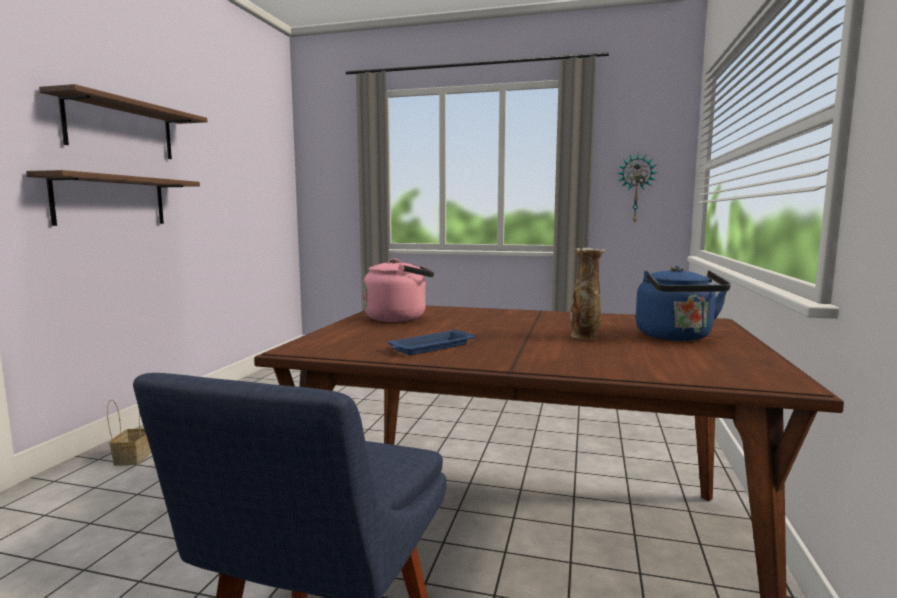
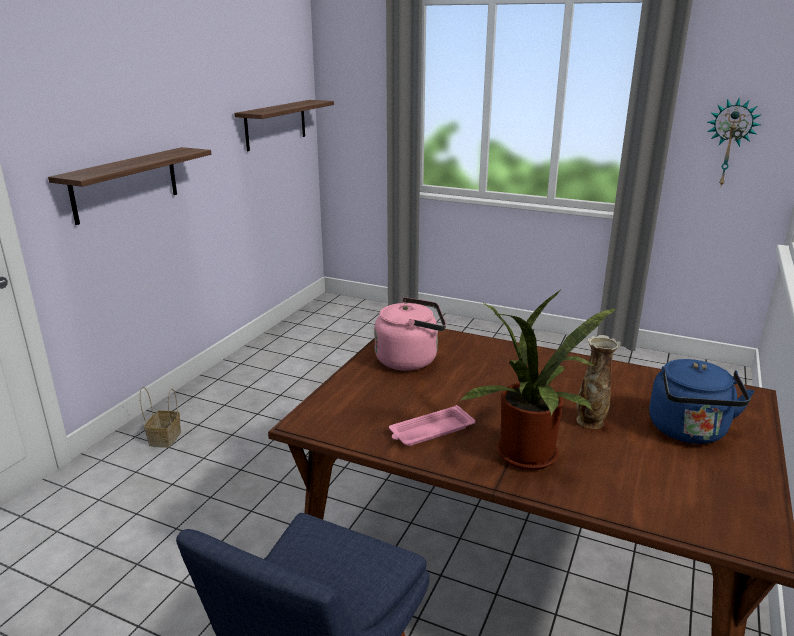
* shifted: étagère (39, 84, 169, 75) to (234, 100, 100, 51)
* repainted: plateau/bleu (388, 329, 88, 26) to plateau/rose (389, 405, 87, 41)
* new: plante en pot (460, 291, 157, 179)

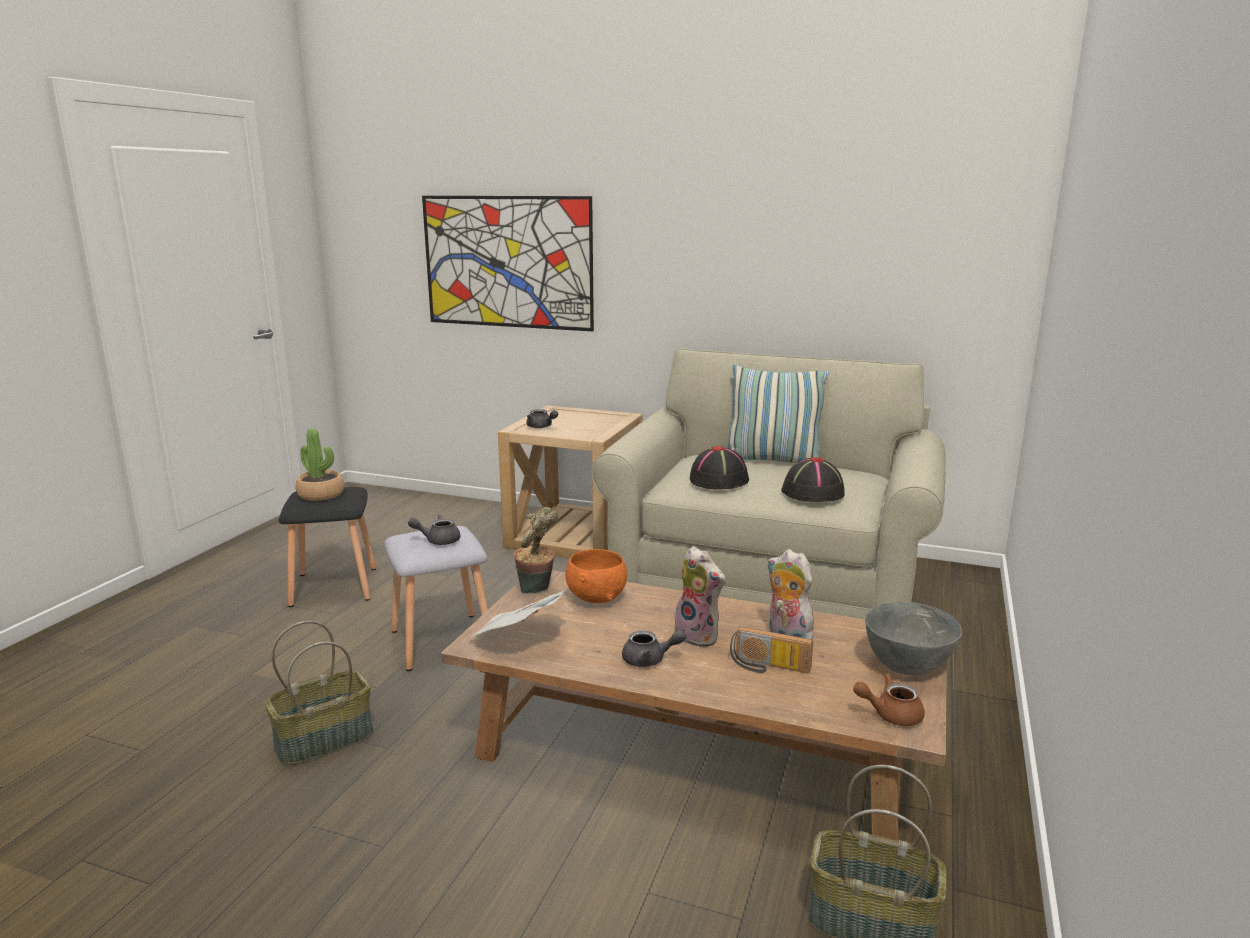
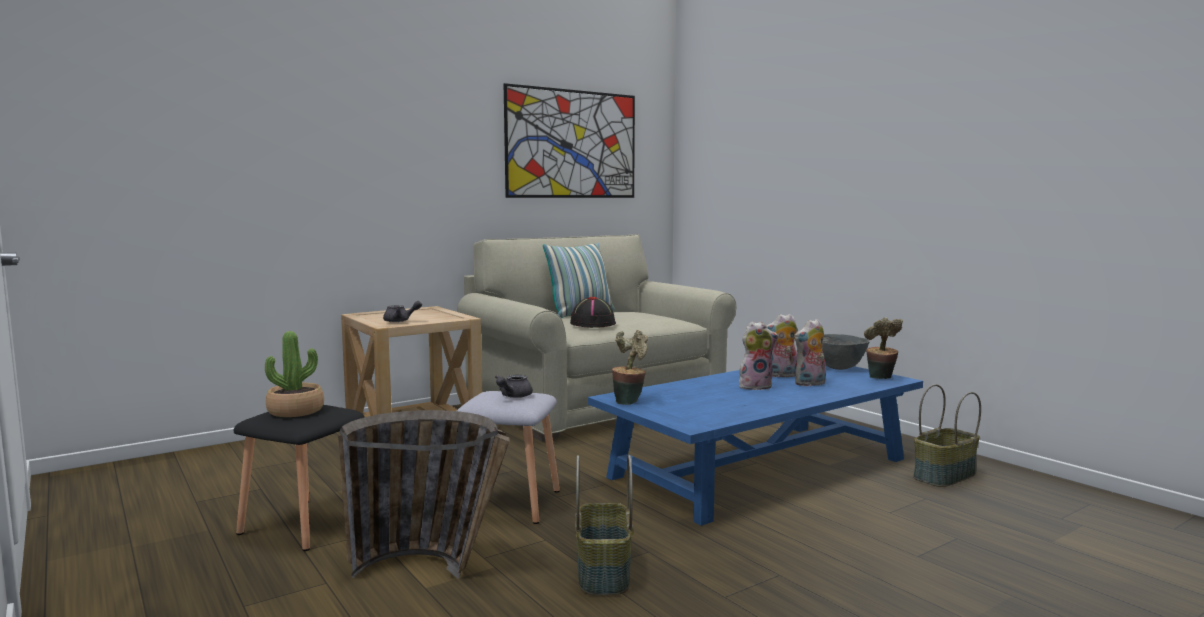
* shifted: tableau (422, 196, 172, 135) to (504, 83, 131, 115)
* repainted: table basse/marron (441, 570, 506, 271) to table basse/bleu (588, 366, 335, 160)
* gone: journal (469, 589, 99, 48)
* gone: bol/orange (566, 549, 61, 54)
* gone: théière/gris (622, 630, 64, 37)
* swapped: radio (730, 626, 83, 48) to peluche (794, 319, 32, 67)
* gone: chapeau/noir (781, 457, 64, 45)
* swapped: théière/marron (853, 674, 72, 52) to plante en pot (864, 317, 39, 62)
* new: panier (338, 410, 171, 169)

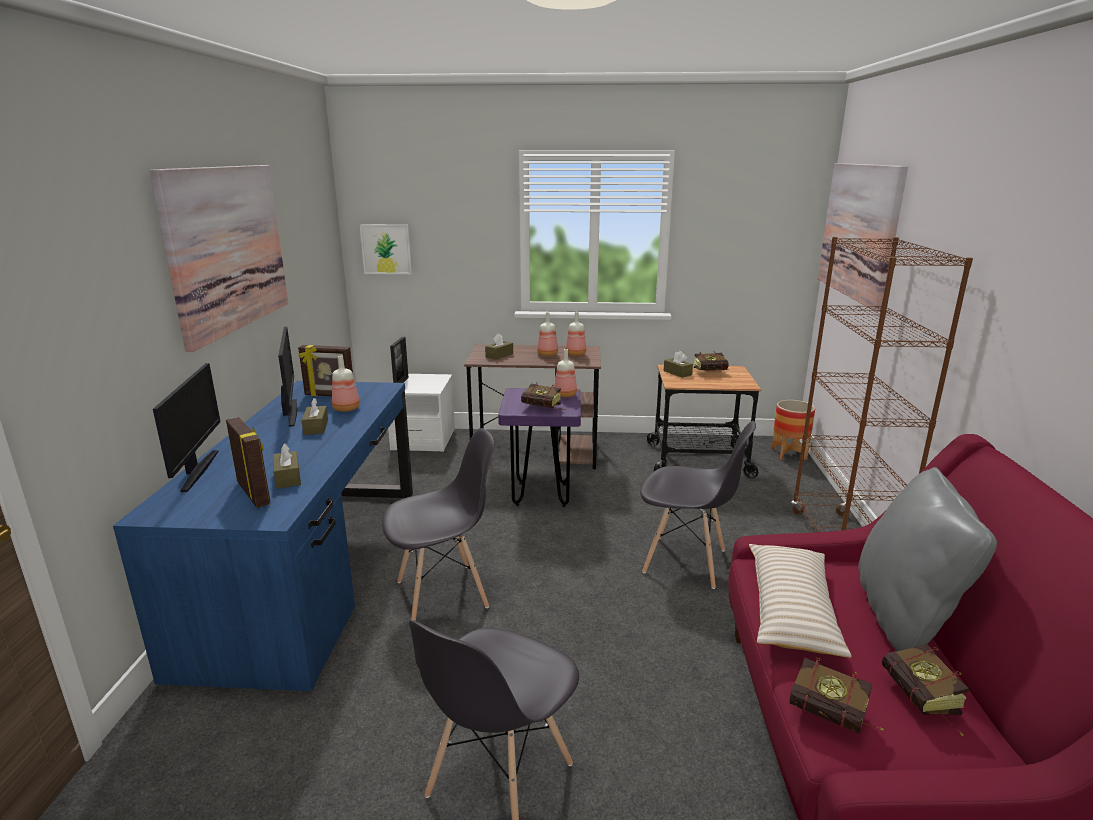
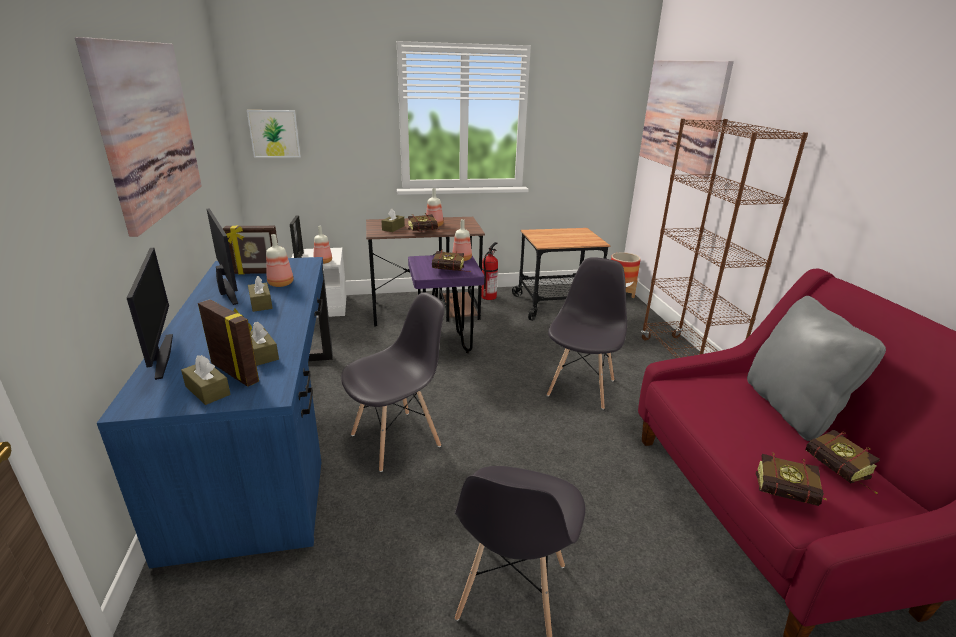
* shifted: bouteille (565, 312, 21, 44) to (313, 226, 19, 38)
* rotated: chaise/gris (640, 421, 116, 168) = (547, 257, 80, 153) 75 degrees counterclockwise
* shifted: boîte à mouchoirs/marron (664, 351, 29, 27) to (181, 355, 49, 50)
* shifted: livre (694, 351, 35, 20) to (408, 213, 32, 18)
* gone: coussin/beige (749, 544, 103, 114)
* new: extincteur (481, 242, 17, 58)

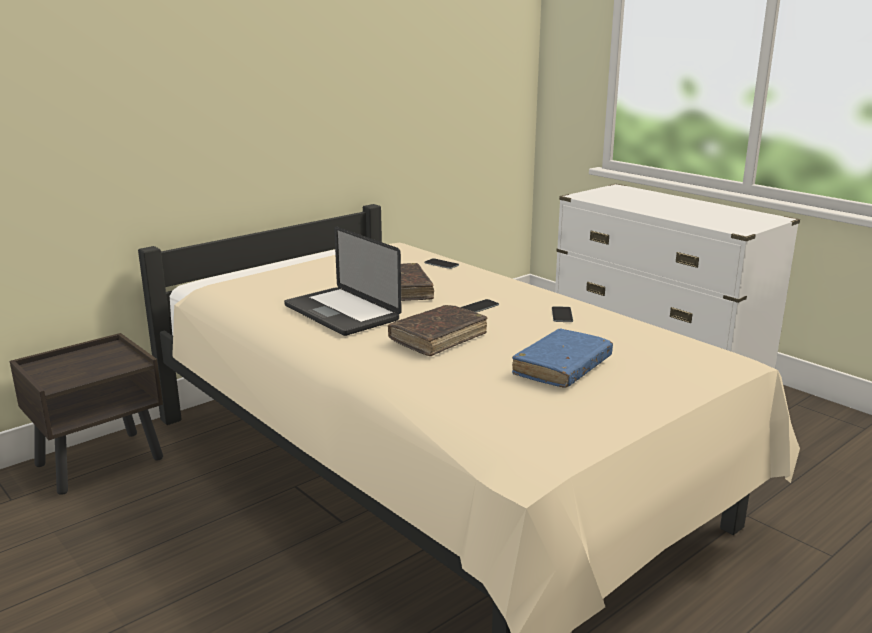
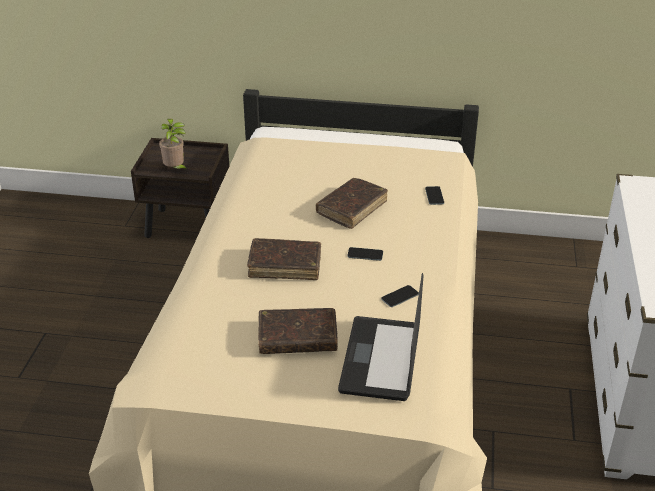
* shifted: ordinateur portable (284, 227, 118, 109) to (338, 273, 85, 128)
* repainted: livre/bleu (512, 329, 101, 58) to livre/marron (258, 308, 80, 46)
* new: plante en pot (159, 118, 29, 53)

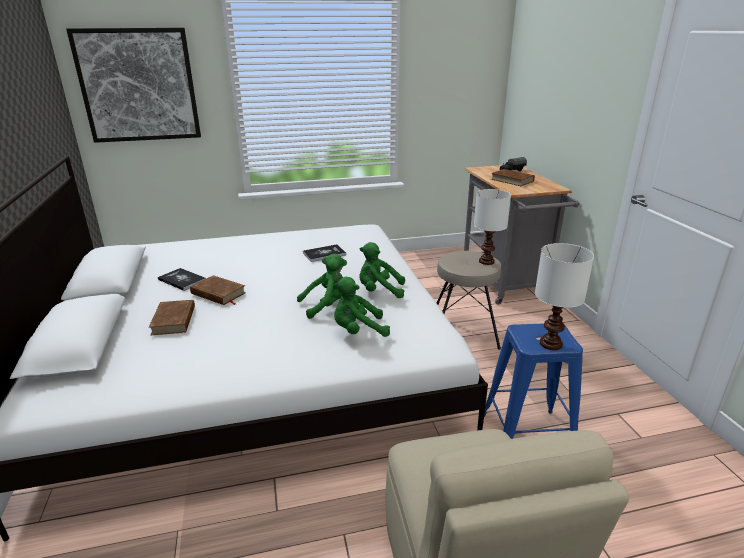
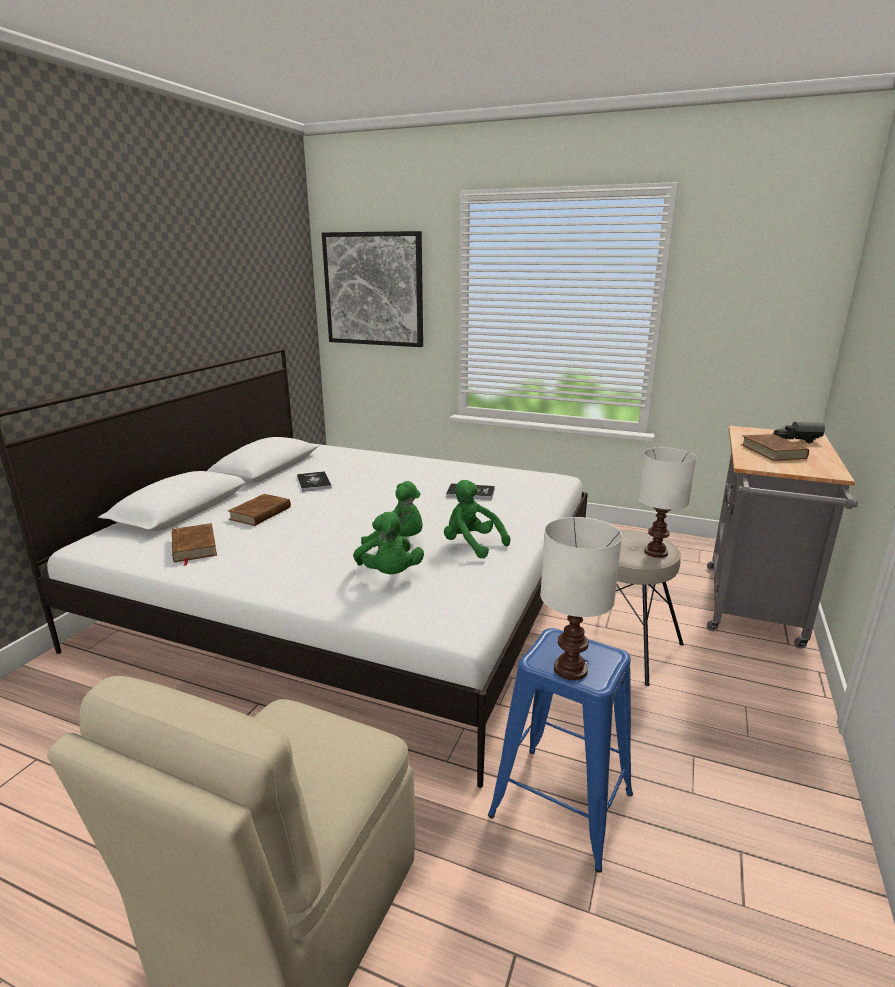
* shifted: livre/marron (190, 275, 56, 30) to (172, 523, 45, 43)
* rotated: peluche/vert (333, 277, 57, 60) = (353, 512, 71, 62) 135 degrees counterclockwise

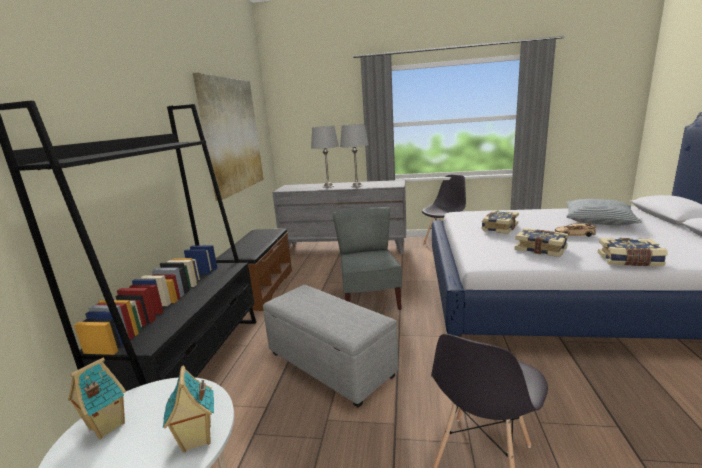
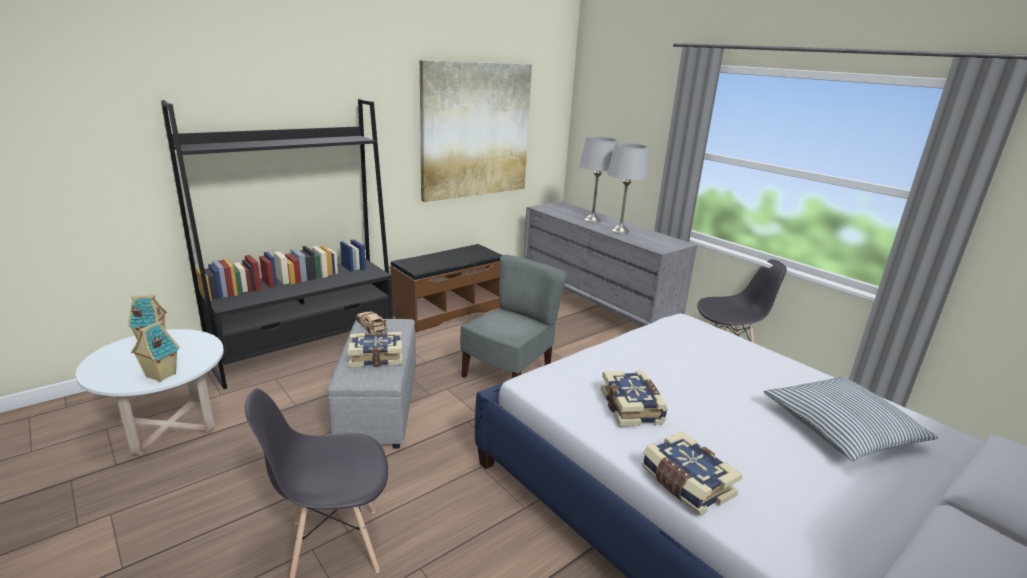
* shifted: livre (482, 210, 37, 24) to (348, 332, 55, 36)
* shifted: petite voiture/beige (555, 222, 42, 15) to (356, 311, 31, 22)

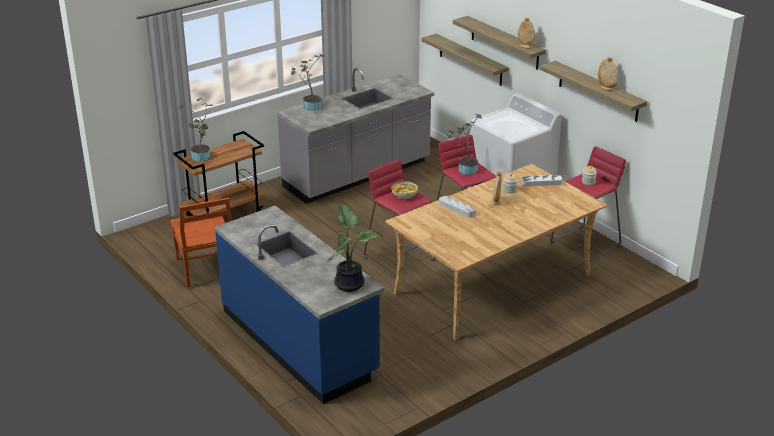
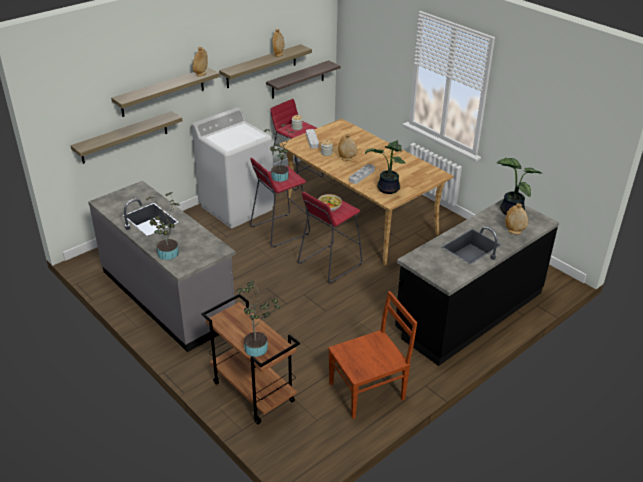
* repainted: comptoir de cuisine/bleu (214, 206, 170, 198) to comptoir de cuisine/noir (395, 199, 164, 167)
* new: étagère (266, 60, 75, 39)
* new: plante en pot (365, 140, 41, 54)
* new: vase/beige (505, 203, 23, 32)

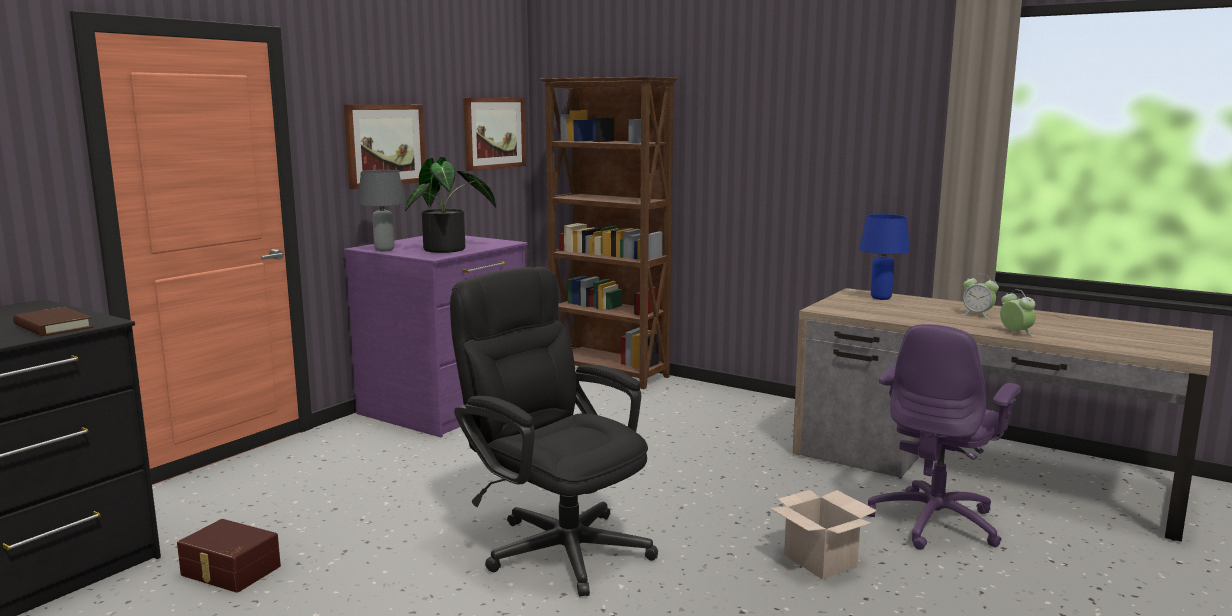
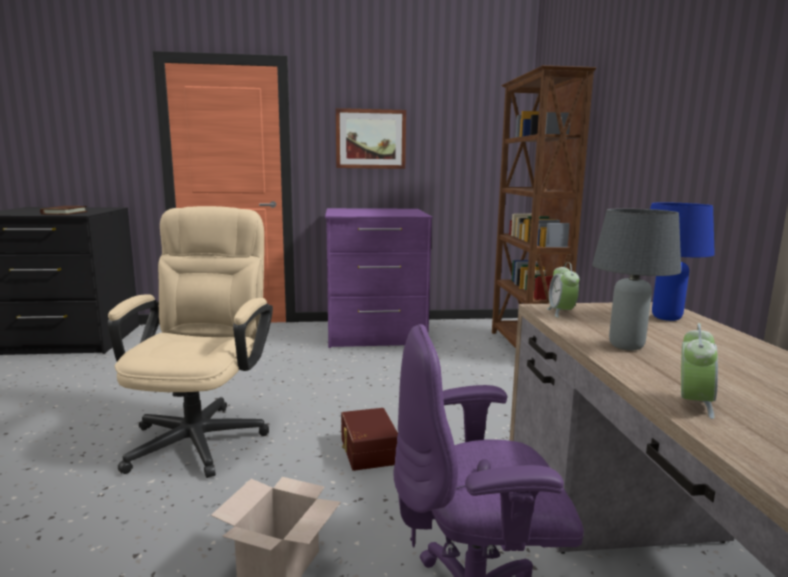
* shifted: boîte de rangement/marron (177, 519, 104, 74) to (341, 408, 57, 63)
* shifted: lampe de table/gris (358, 170, 48, 81) to (592, 208, 89, 142)
* gone: plante en pot (405, 157, 91, 96)
* repainted: chaise de bureau/noir (450, 267, 208, 330) to chaise de bureau/beige (108, 206, 165, 272)
* gone: tableau (463, 97, 63, 74)
* shifted: réveil (961, 274, 38, 45) to (547, 262, 32, 56)

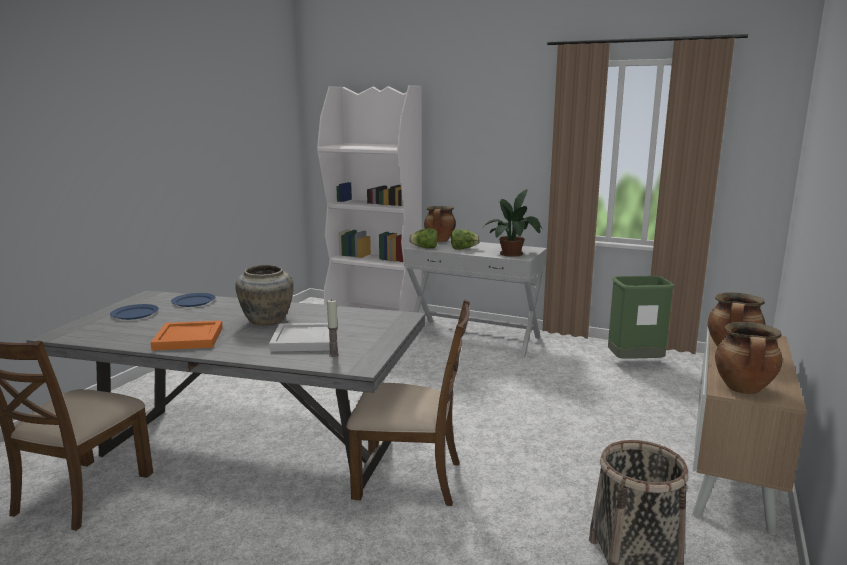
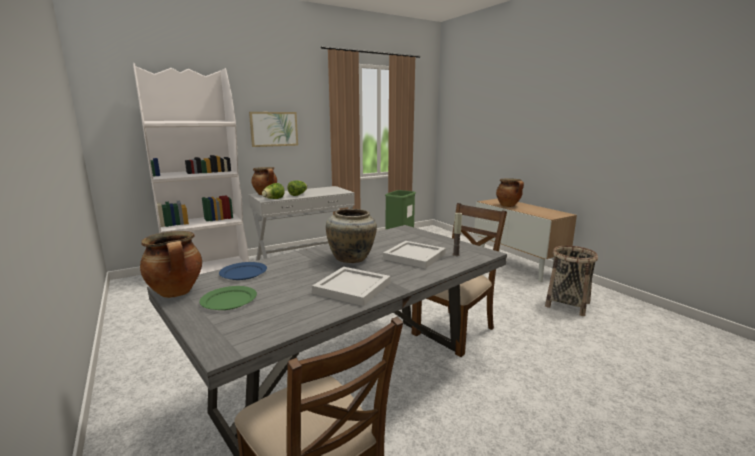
* repainted: assiette/bleu (110, 304, 49, 16) to assiette/vert (200, 286, 57, 24)
* repainted: plateau/orange (150, 320, 73, 31) to plateau/blanc (312, 267, 79, 39)
* gone: plante en pot (484, 189, 59, 68)
* shifted: marmite (715, 322, 67, 72) to (140, 231, 62, 67)
* new: tableau (249, 112, 49, 35)

